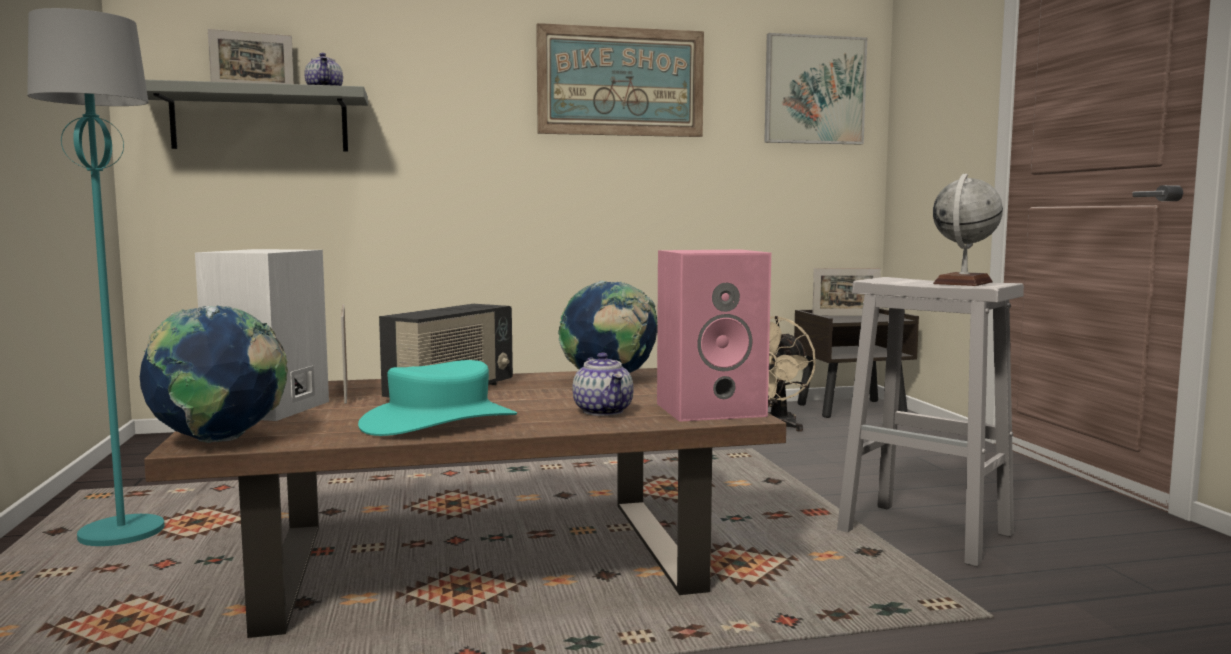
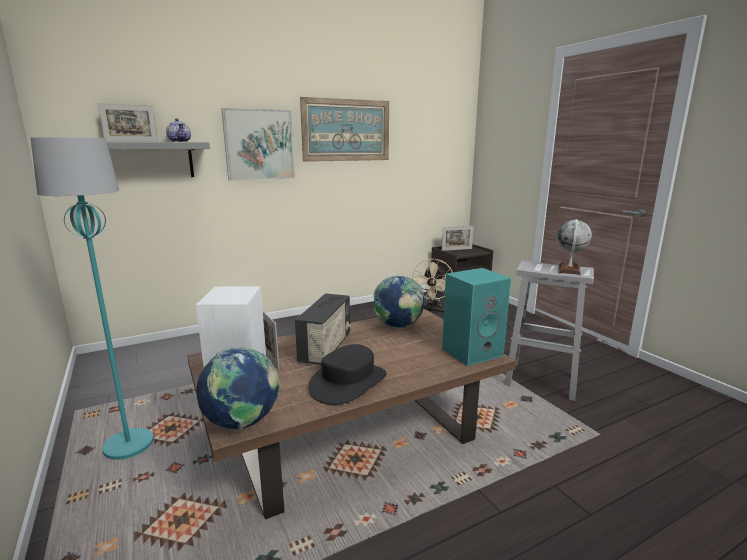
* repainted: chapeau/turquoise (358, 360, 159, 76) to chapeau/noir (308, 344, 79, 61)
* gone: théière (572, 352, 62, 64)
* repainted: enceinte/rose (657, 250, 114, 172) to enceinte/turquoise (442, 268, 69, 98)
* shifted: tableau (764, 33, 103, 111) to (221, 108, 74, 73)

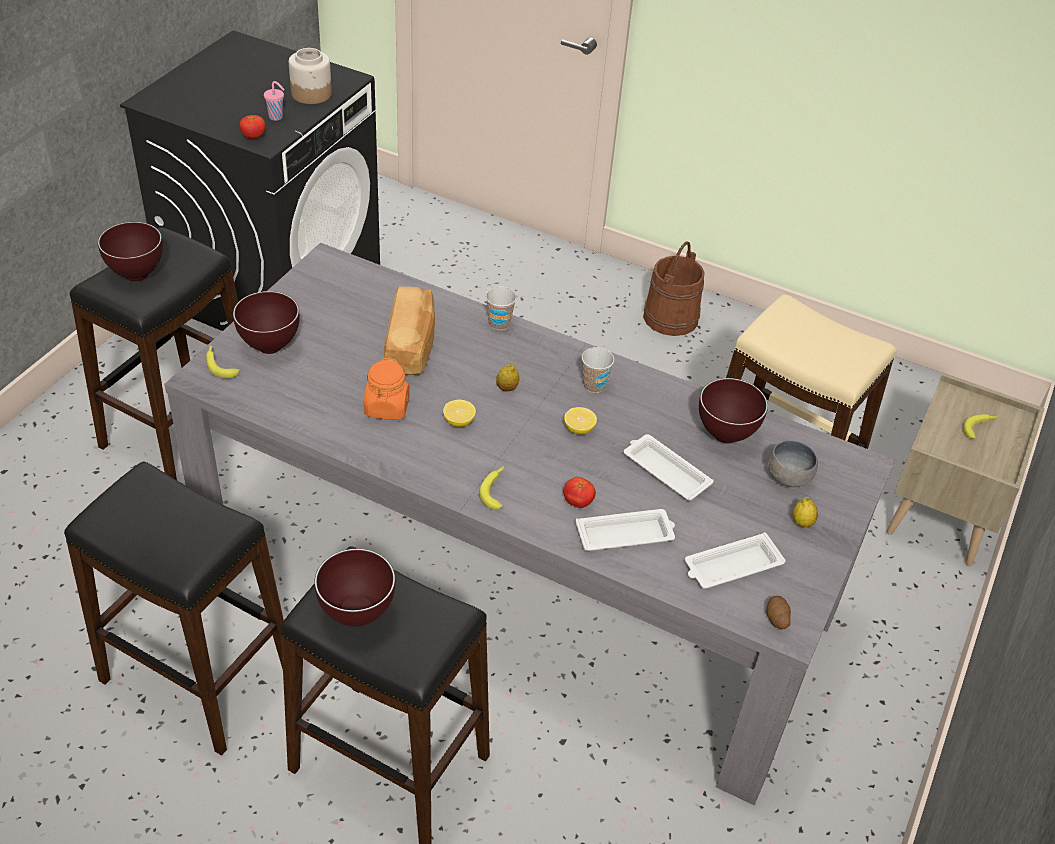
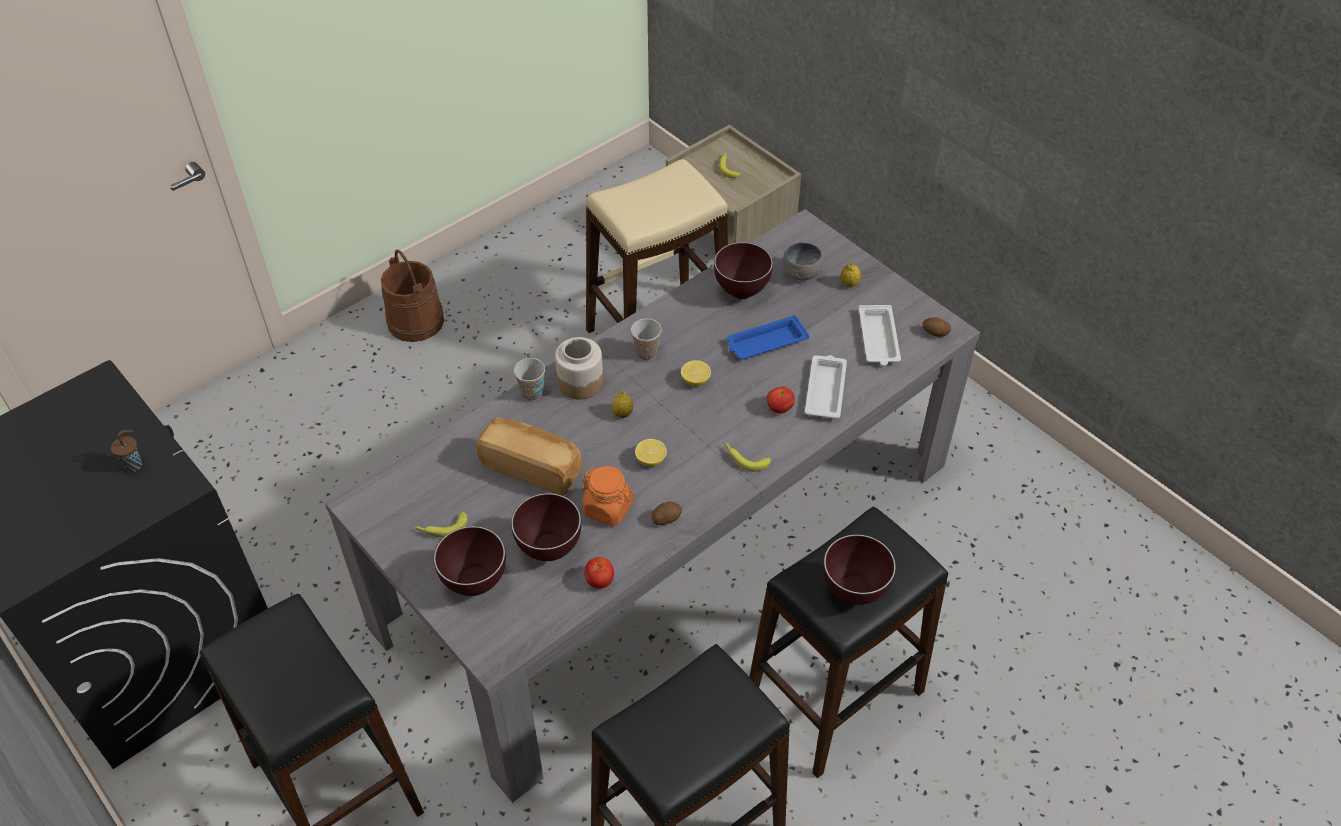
* shifted: bol/marron (98, 222, 65, 59) to (511, 493, 70, 68)
* shifted: banane (206, 345, 34, 33) to (415, 512, 53, 25)
* shifted: tomate (239, 115, 26, 24) to (584, 557, 30, 31)
* repainted: tasse/rose (264, 81, 21, 40) to tasse/marron (111, 430, 31, 42)
* shifted: bocal (289, 48, 43, 56) to (555, 337, 48, 63)
* repainted: plateau/blanc (624, 434, 90, 67) to plateau/bleu (727, 315, 82, 44)
* new: pomme de terre (652, 502, 30, 23)

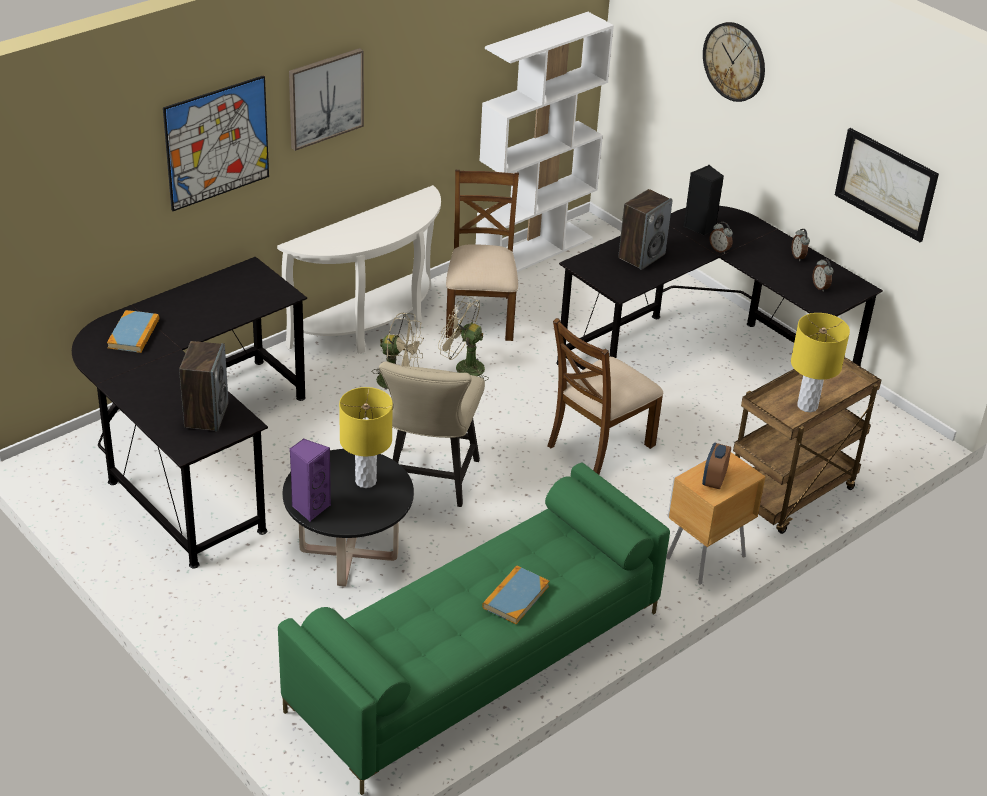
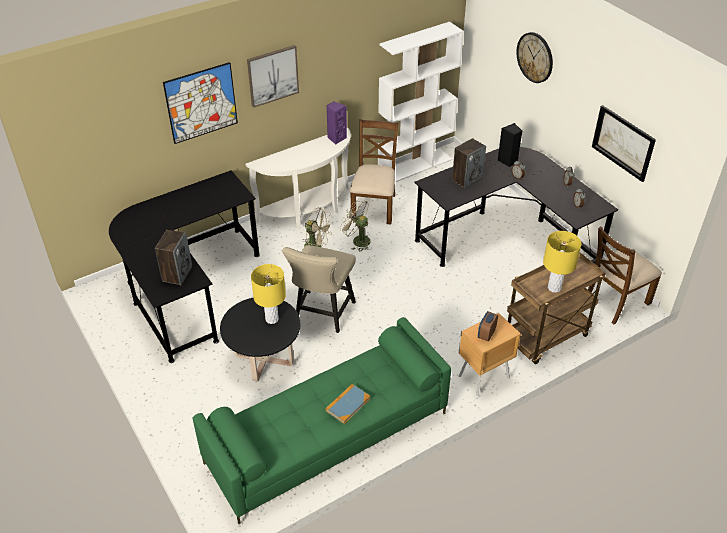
* gone: livre (107, 310, 52, 43)
* shifted: enceinte/violet (290, 438, 41, 83) to (326, 102, 21, 43)
* shifted: chaise/marron (547, 318, 116, 157) to (588, 226, 74, 98)

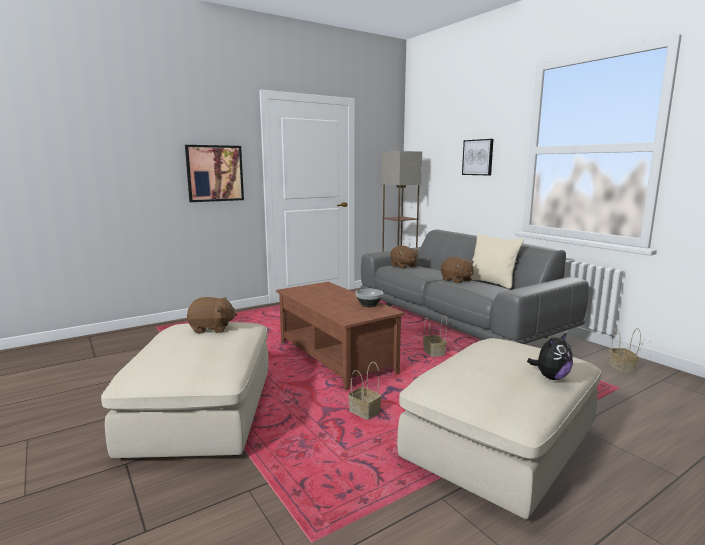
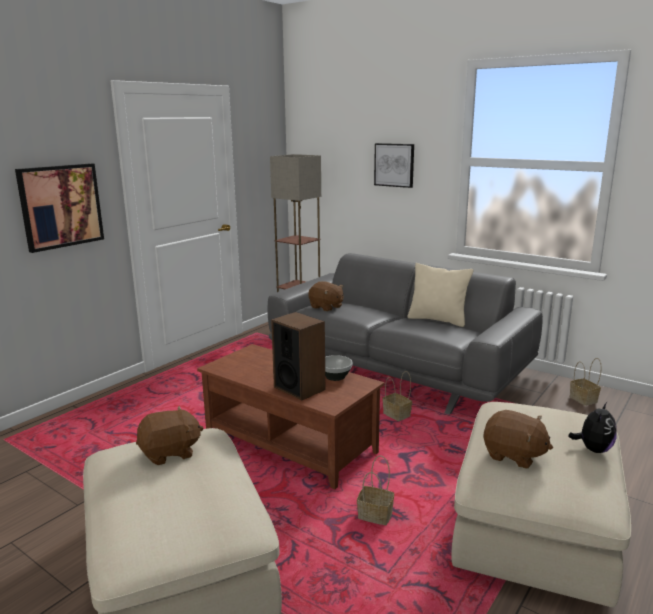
* shifted: peluche/marron (441, 257, 33, 26) to (483, 410, 70, 59)
* new: enceinte (271, 312, 54, 88)

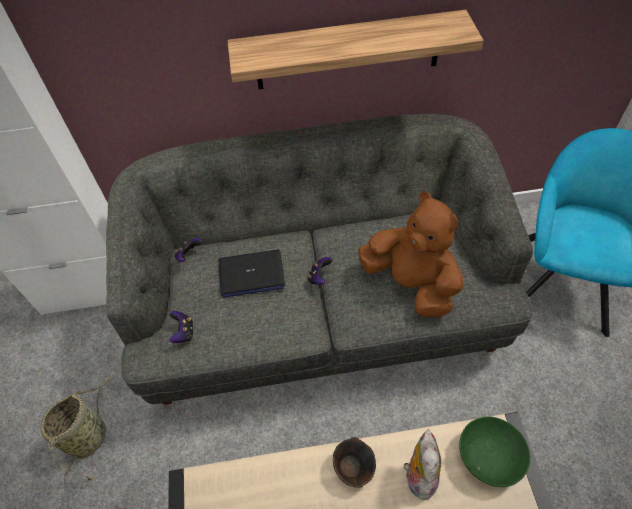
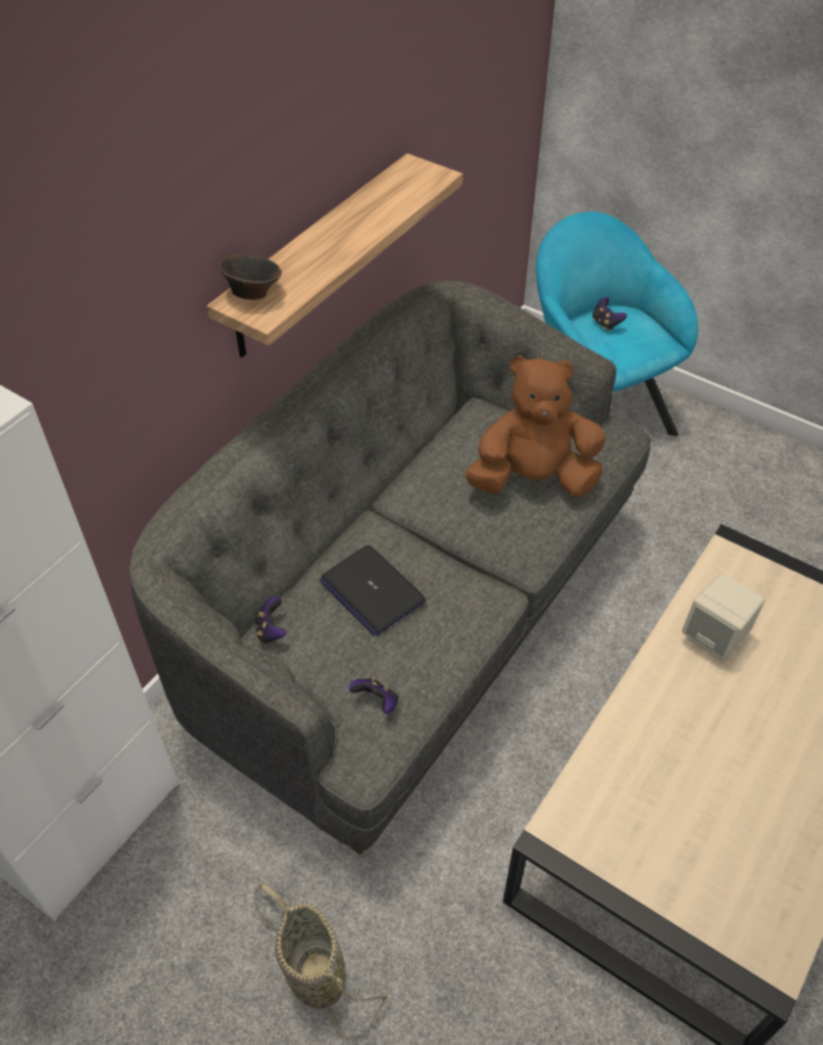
* rotated: ordinateur portable (218, 250, 67, 48) = (319, 545, 107, 90) 105 degrees clockwise
* shifted: manette (308, 257, 25, 28) to (592, 297, 35, 34)
* shifted: bol/marron (333, 437, 43, 51) to (219, 254, 63, 46)
* swapped: peluche (404, 429, 37, 71) to enceinte/beige (682, 573, 83, 89)
* gone: bol/vert (459, 416, 71, 71)

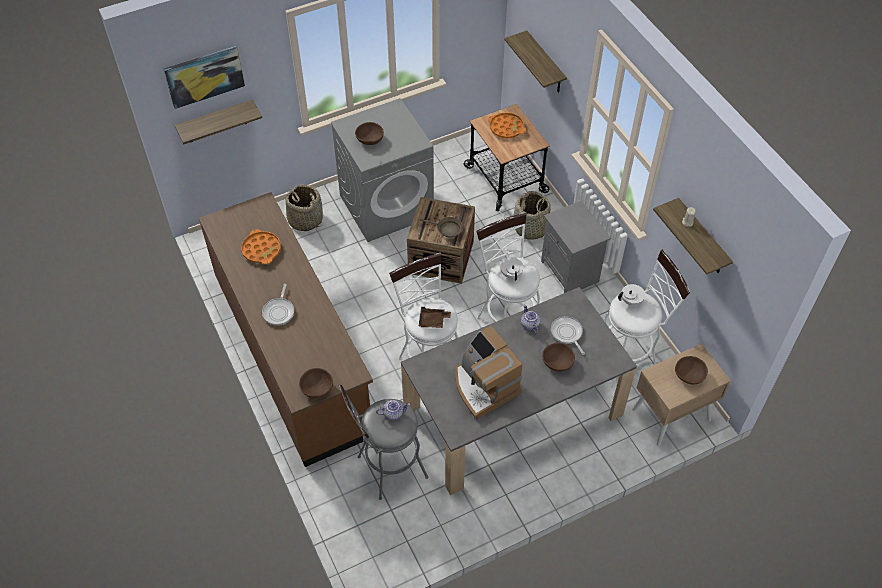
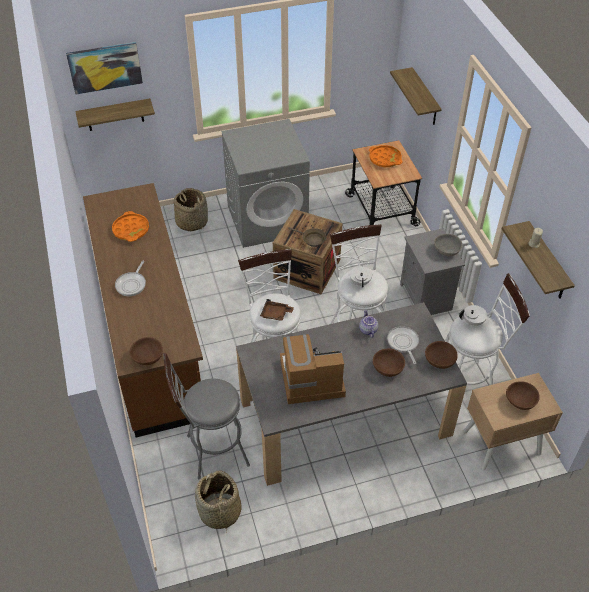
* shifted: bol/marron (355, 122, 29, 23) to (425, 341, 33, 28)
* gone: théière (376, 400, 34, 21)
* rotated: machine à café (455, 326, 67, 93) = (280, 334, 66, 70) 105 degrees clockwise
* shifted: panier (514, 191, 37, 49) to (195, 470, 46, 63)
* new: bol/gris (434, 234, 28, 22)

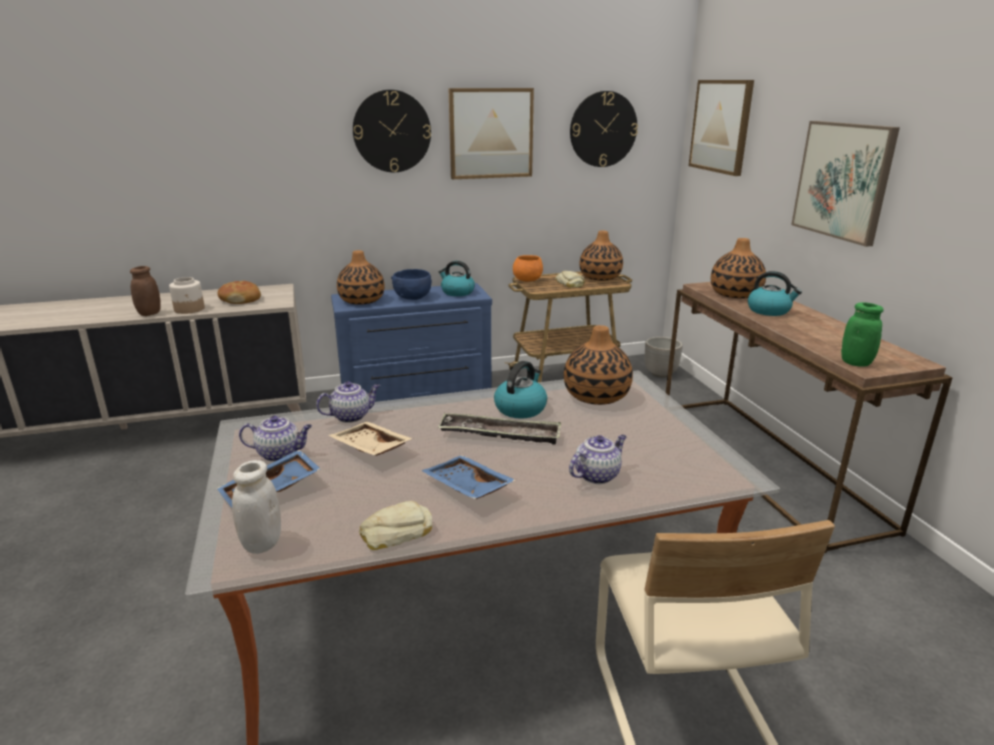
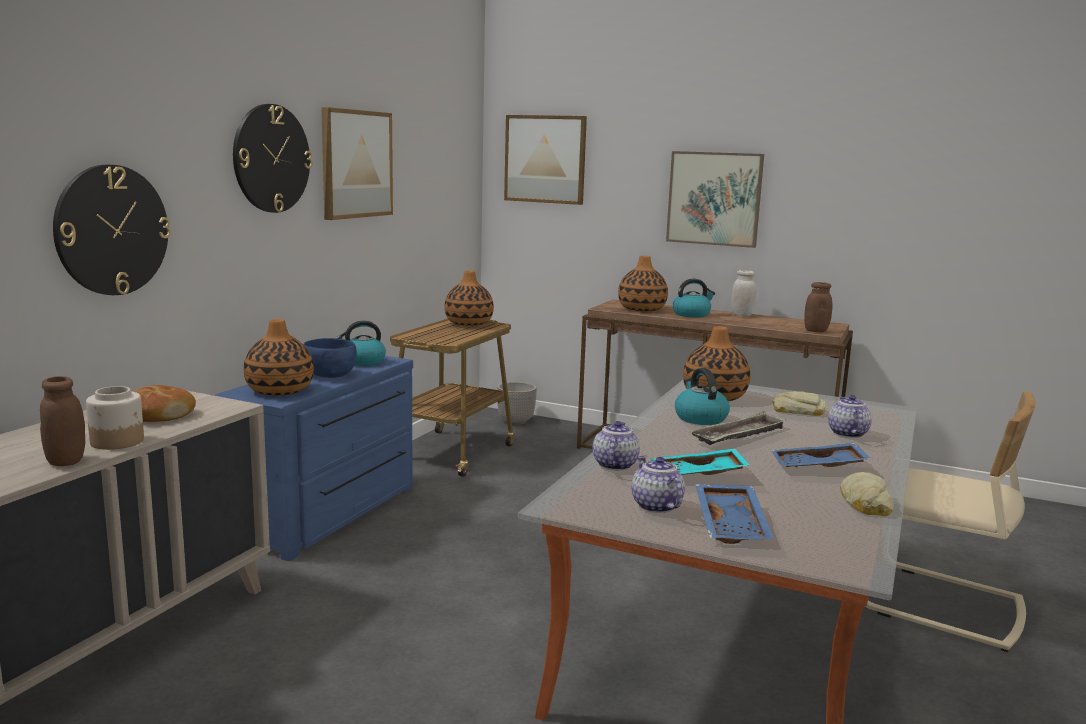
* shifted: bocal/blanc (232, 460, 49, 94) to (731, 270, 25, 46)
* rotated: théière (239, 416, 73, 46) = (631, 456, 54, 57) 60 degrees counterclockwise
* repainted: plateau/beige (328, 422, 85, 34) to plateau/turquoise (651, 448, 100, 27)
* gone: bol/orange (513, 255, 30, 27)
* shifted: pain (555, 271, 30, 17) to (773, 391, 53, 25)
* shifted: horloge murale (570, 91, 68, 76) to (53, 165, 118, 130)
* repainted: bocal/vert (841, 302, 43, 65) to bocal/marron (804, 282, 28, 50)

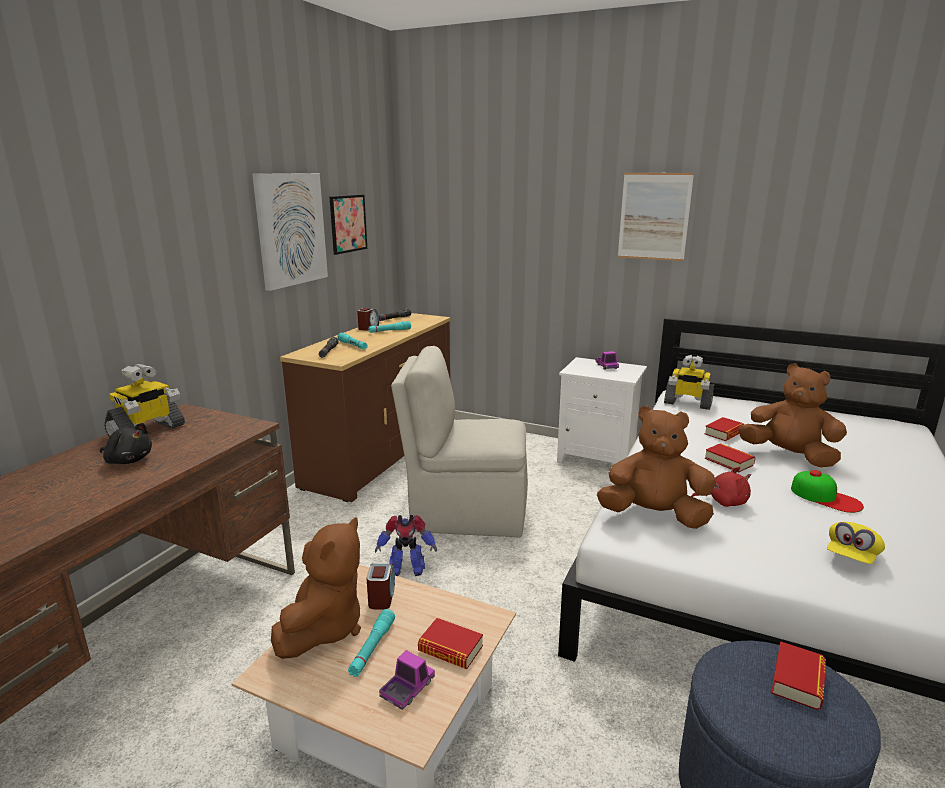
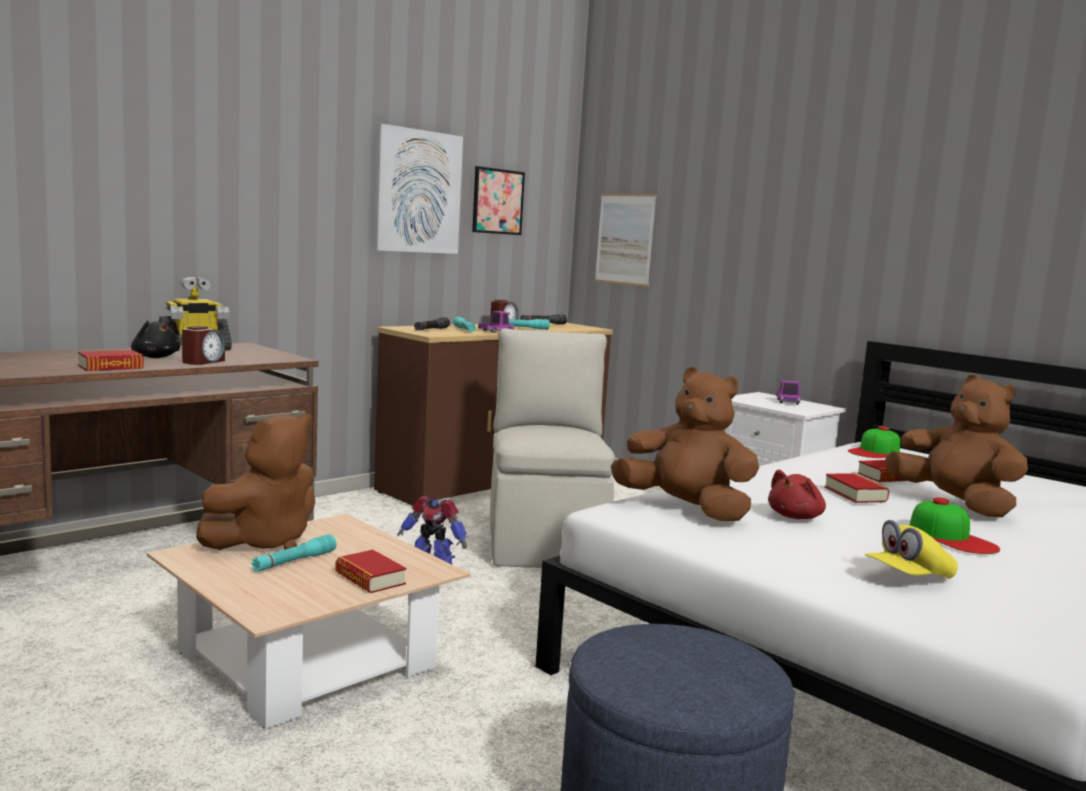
* shifted: réveil (367, 564, 28, 45) to (182, 326, 43, 39)
* shifted: camion jouet (379, 650, 56, 60) to (478, 311, 36, 22)
* rotated: chaise/beige (391, 346, 137, 191) = (490, 328, 125, 240) 60 degrees clockwise
* shifted: tableau (618, 173, 76, 88) to (595, 194, 61, 93)
* swapped: robot jouet (664, 355, 50, 55) to casquette (848, 426, 52, 32)
* rotated: peluche/rouge (691, 467, 60, 40) = (768, 469, 58, 50) 105 degrees clockwise
* shifted: livre (771, 641, 55, 69) to (78, 350, 66, 21)

